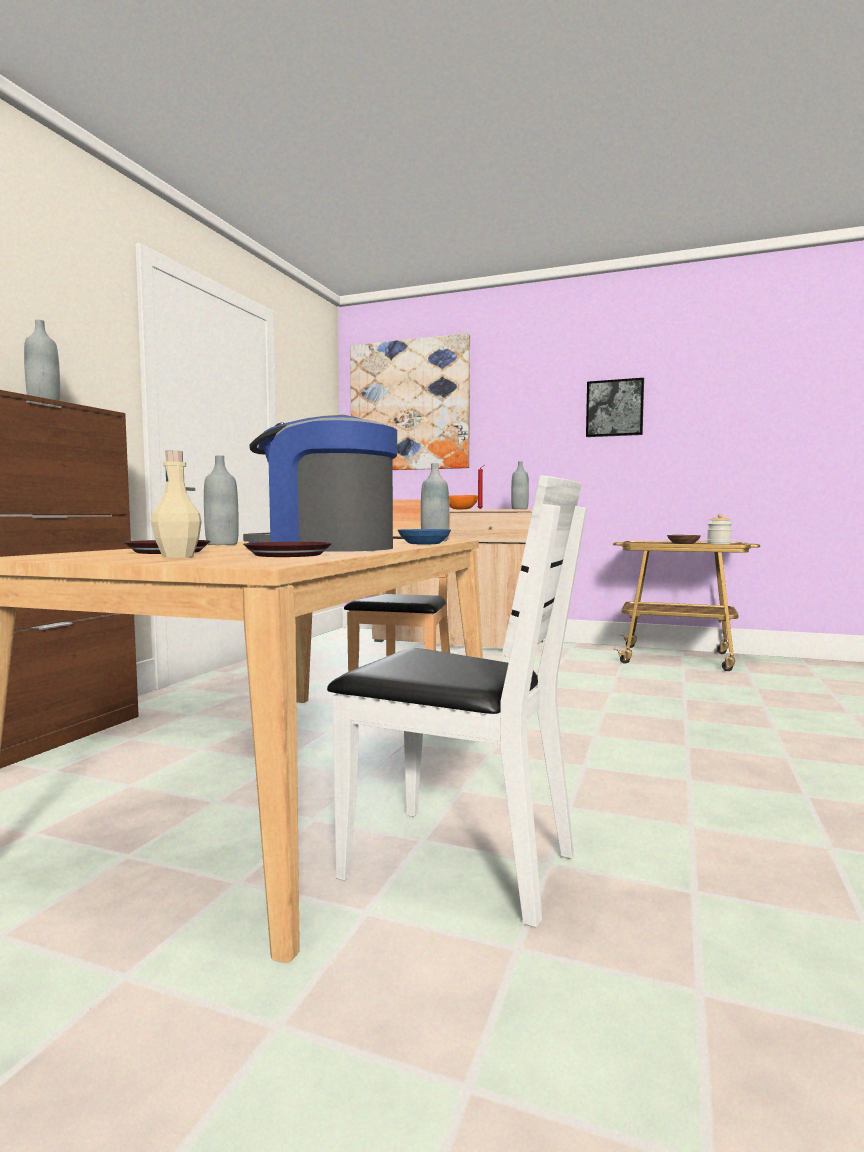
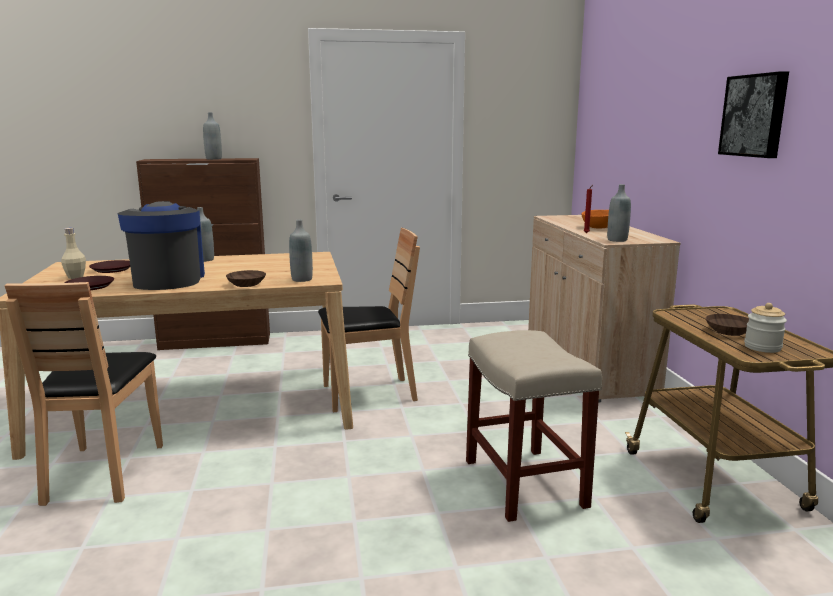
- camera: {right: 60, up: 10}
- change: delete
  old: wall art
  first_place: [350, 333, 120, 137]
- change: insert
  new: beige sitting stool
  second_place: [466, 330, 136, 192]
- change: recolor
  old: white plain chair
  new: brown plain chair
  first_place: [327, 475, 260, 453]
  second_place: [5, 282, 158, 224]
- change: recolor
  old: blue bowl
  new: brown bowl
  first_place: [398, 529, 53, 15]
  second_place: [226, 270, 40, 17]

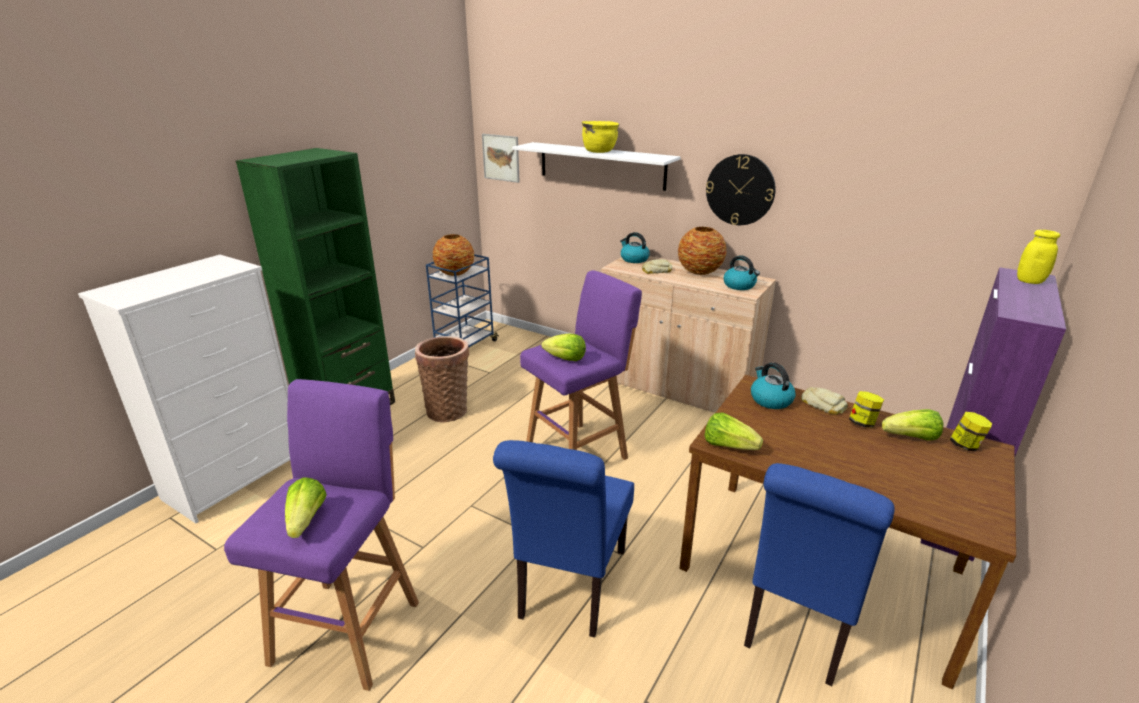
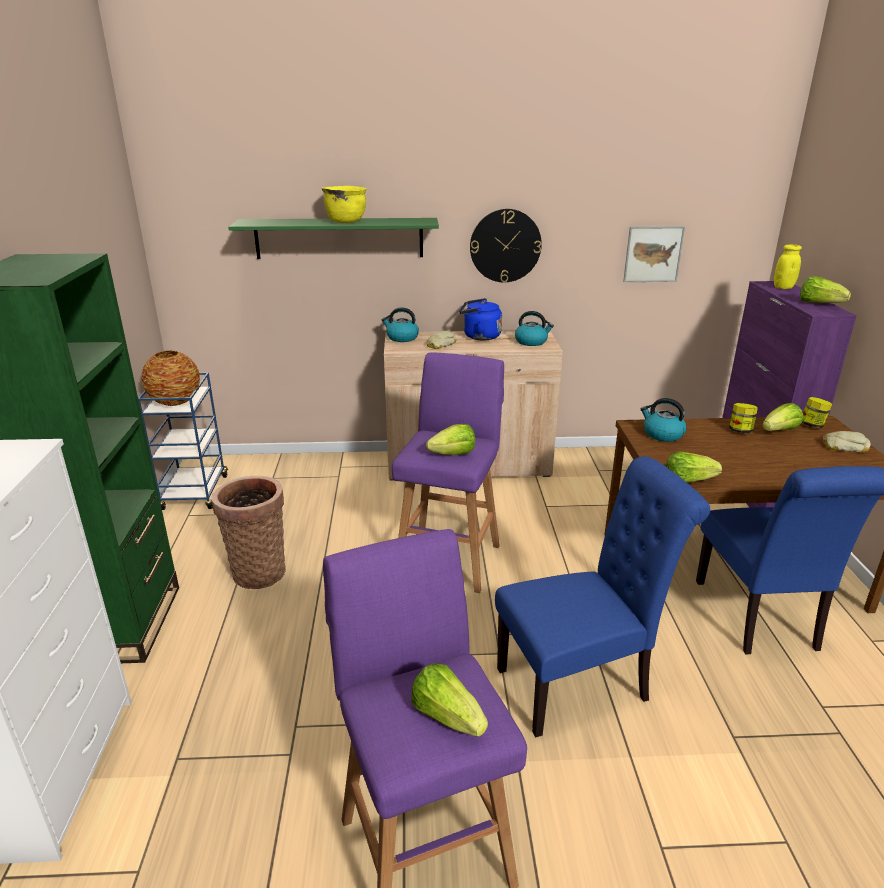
- camera: {right: -35, up: 0}
- change: insert
  new: lettuce head
  second_place: [800, 276, 51, 27]
- change: move
  old: wall art
  first_place: [482, 134, 38, 49]
  second_place: [623, 226, 62, 56]
- change: move
  old: baked bread
  first_place: [801, 387, 47, 28]
  second_place: [823, 431, 48, 21]
- change: replace
  old: decorative vase
  new: blue tea kettle
  first_place: [678, 227, 48, 48]
  second_place: [459, 298, 43, 42]
- change: recolor
  old: white shelf
  new: green-coloured shelf
  first_place: [512, 142, 169, 49]
  second_place: [228, 218, 211, 41]
- change: rotate
  old: blue plain chair
  first_place: [493, 440, 141, 198]
  second_place: [495, 456, 215, 282]
  degrees: -90

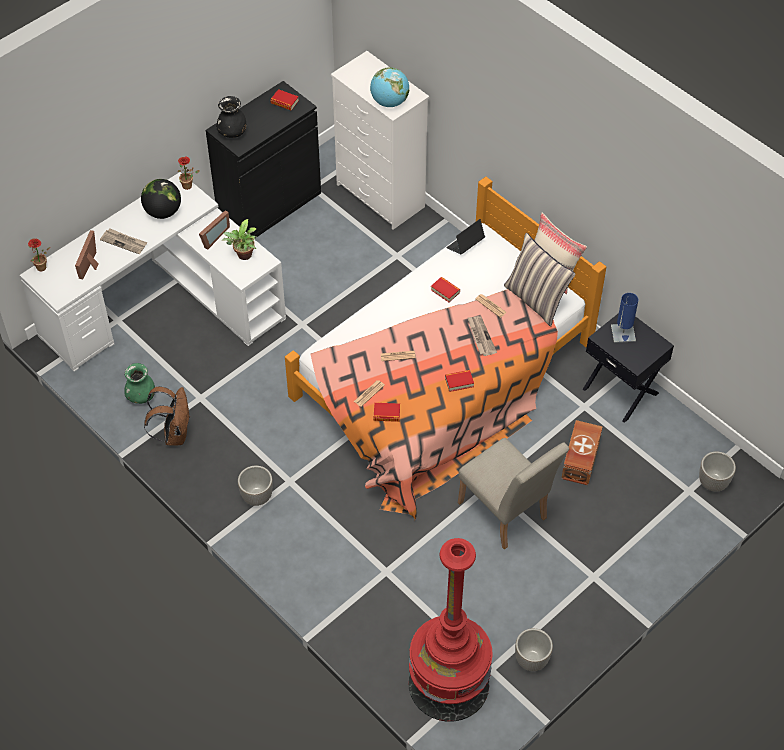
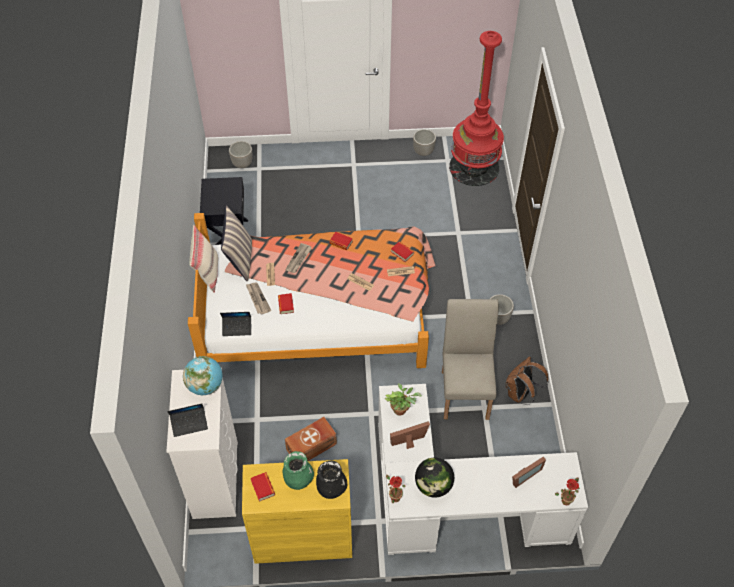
- camera: {right: -140, up: 0}
- change: delete
  old: blue table lamp
  first_place: [611, 293, 27, 50]
- change: insert
  new: portable computer
  second_place: [167, 404, 41, 33]
- change: move
  old: daily paper
  first_place: [100, 229, 47, 25]
  second_place: [246, 282, 25, 33]
- change: move
  old: green-coloured decorative vase
  first_place: [125, 363, 30, 41]
  second_place: [283, 451, 31, 39]
- change: move
  old: beige plain chair
  first_place: [458, 438, 111, 111]
  second_place: [442, 299, 57, 121]
- change: move
  old: brown storage container
  first_place: [561, 420, 42, 65]
  second_place: [285, 417, 52, 44]
- change: recolor
  old: black cabinet
  new: yellowish cabinet
  first_place: [206, 81, 115, 157]
  second_place: [242, 459, 110, 105]

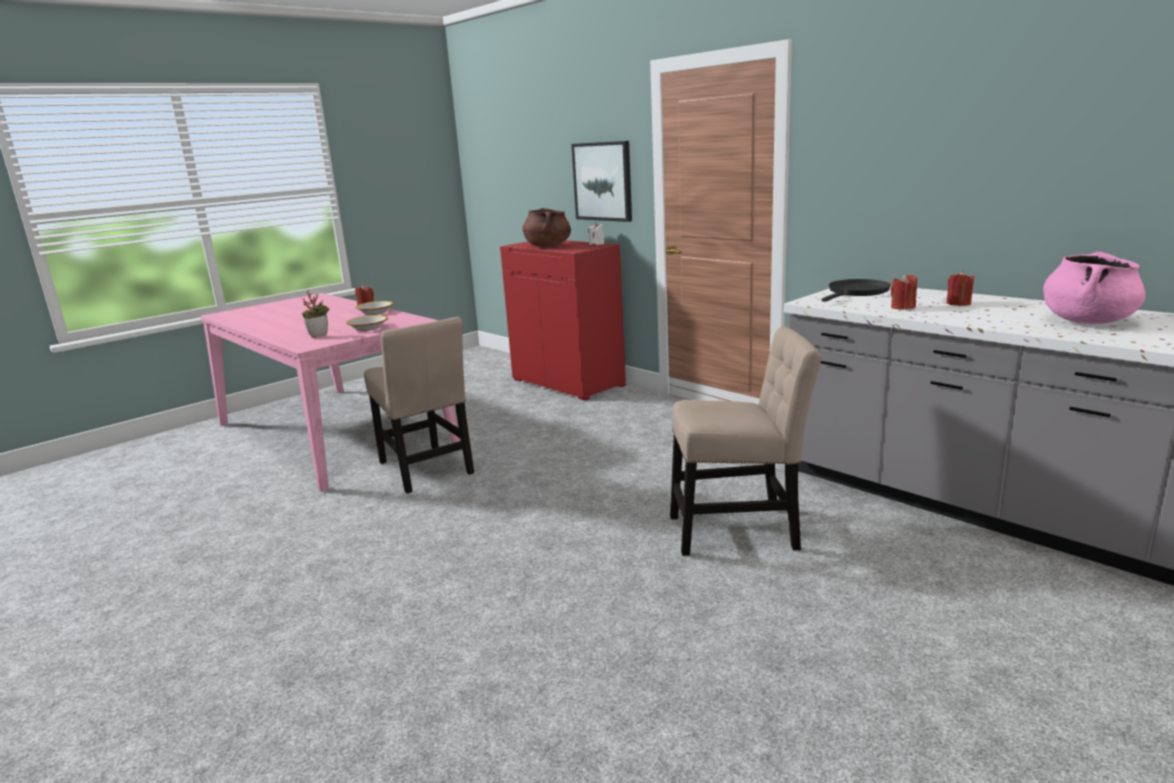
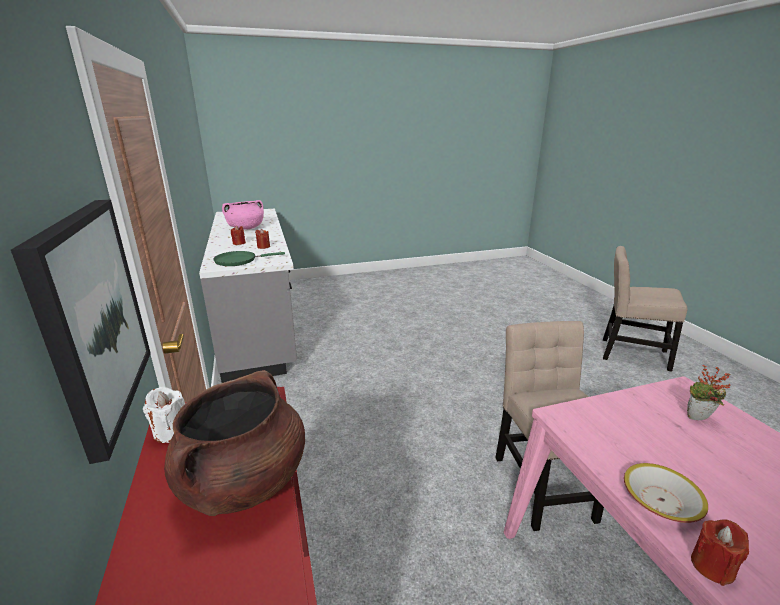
- camera: {right: -155, up: 5}
- change: delete
  old: bowl
  first_place: [346, 315, 42, 16]
- change: move
  old: beige plain chair
  first_place: [670, 326, 152, 230]
  second_place: [603, 246, 85, 126]
- change: recolor
  old: black pan
  new: green-coloured pan
  first_place: [821, 279, 70, 23]
  second_place: [213, 251, 72, 15]

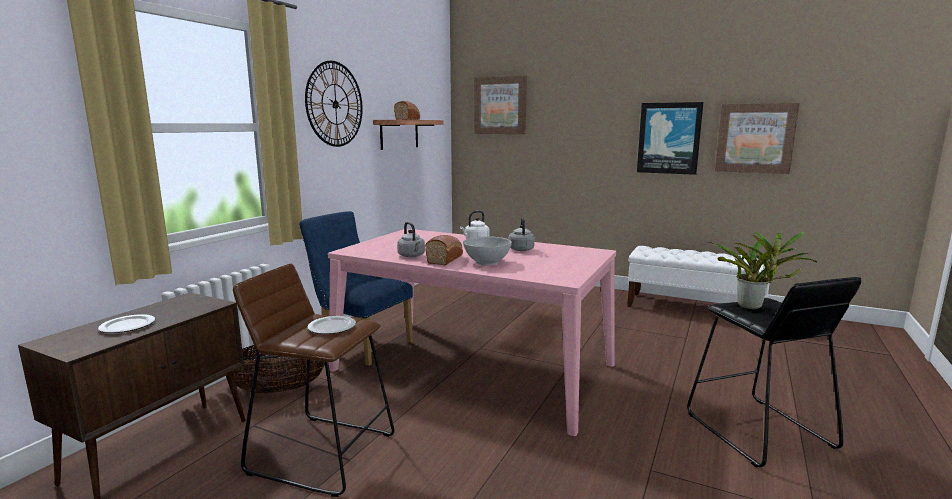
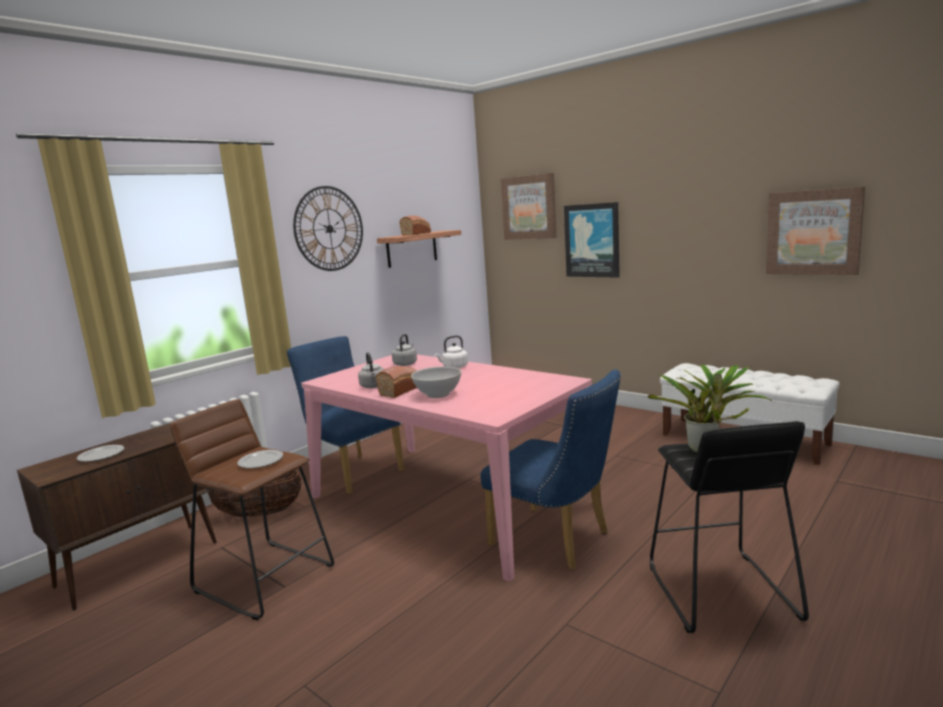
- camera: {right: 15, up: 0}
- change: insert
  new: blue plain chair
  second_place: [480, 370, 141, 199]
- change: move
  old: greyish tea kettle
  first_place: [508, 217, 27, 34]
  second_place: [392, 334, 25, 32]
- change: move
  old: wall art
  first_place: [637, 102, 66, 73]
  second_place: [564, 202, 56, 76]

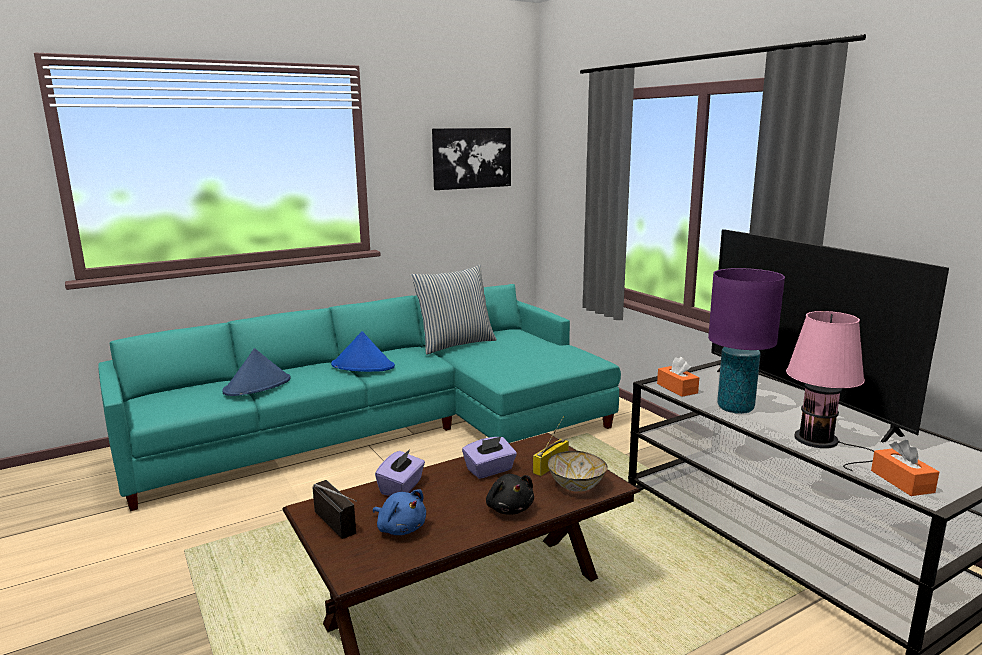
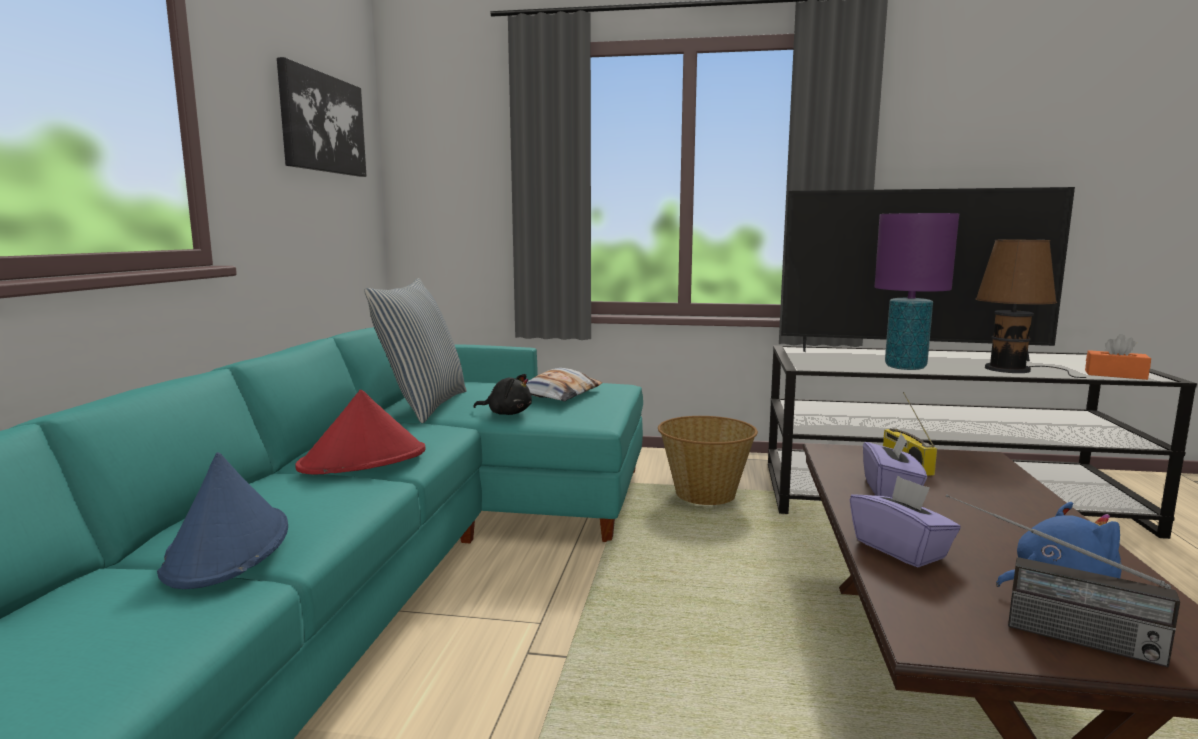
- camera: {right: -50, up: -5}
- change: delete
  old: bowl
  first_place: [548, 451, 60, 41]
- change: delete
  old: orange-coloured tissue box
  first_place: [657, 357, 42, 40]
- change: insert
  new: pillow
  second_place: [526, 368, 77, 33]
- change: insert
  new: storage basket
  second_place: [658, 416, 100, 89]
- change: move
  old: black cuddly toy
  first_place: [486, 474, 48, 41]
  second_place: [473, 374, 59, 41]
- change: recolor
  old: blue hat
  new: red-coloured hat
  first_place: [331, 331, 64, 41]
  second_place: [295, 390, 131, 84]
- change: recolor
  old: pinkish table lamp
  new: brown table lamp
  first_place: [786, 311, 88, 160]
  second_place: [975, 240, 111, 138]
- change: rotate
  old: radio
  first_place: [312, 480, 45, 59]
  second_place: [946, 494, 234, 173]
  degrees: -150

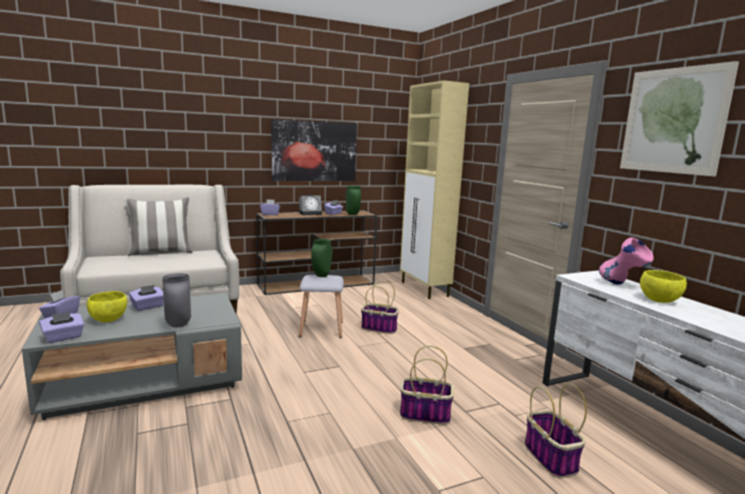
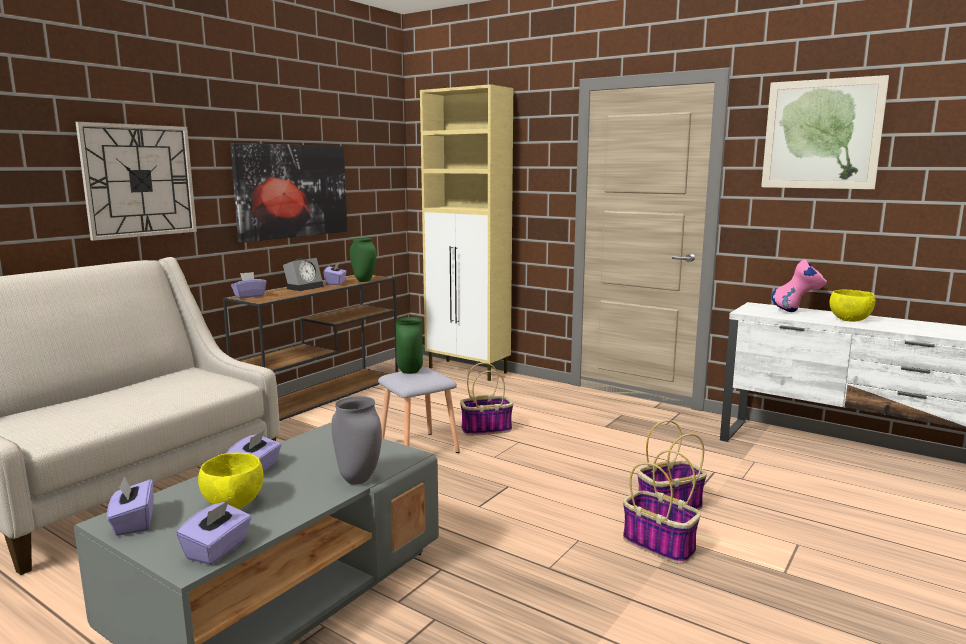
- camera: {right: -30, up: 0}
- change: delete
  old: pillow
  first_place: [125, 197, 68, 59]
- change: insert
  new: wall clock
  second_place: [75, 122, 122, 119]
- change: move
  old: storage basket
  first_place: [525, 383, 62, 95]
  second_place: [623, 450, 78, 114]

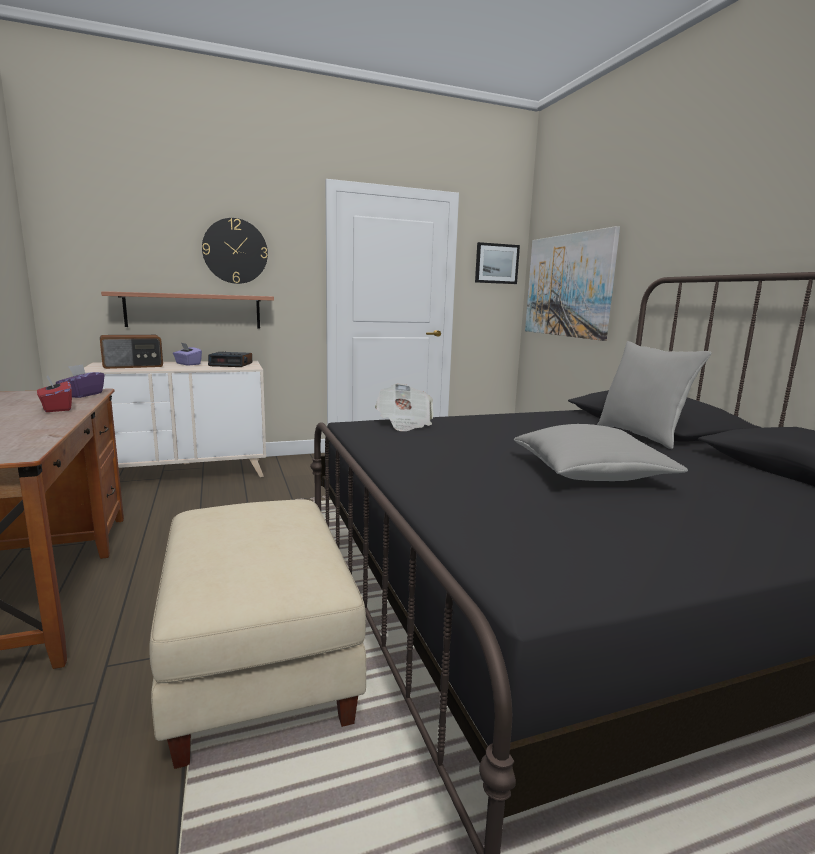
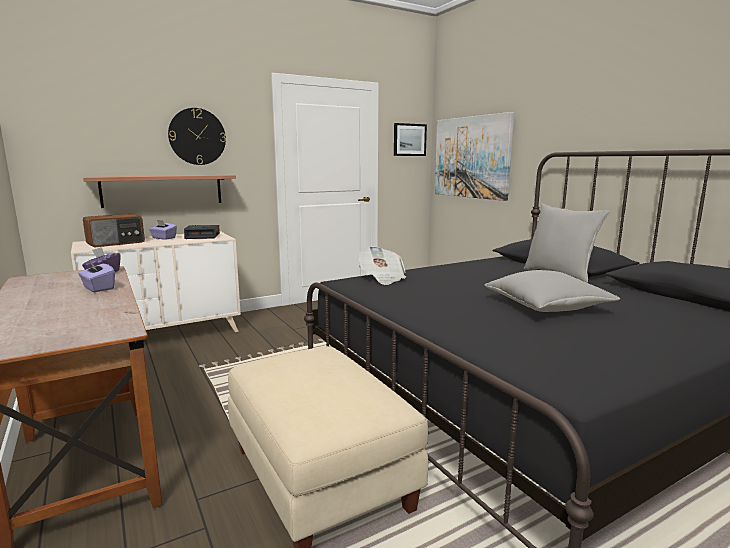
- camera: {right: -10, up: 0}
- change: recolor
  old: red-coloured tissue box
  new: purplish tissue box
  first_place: [37, 374, 35, 38]
  second_place: [78, 260, 37, 32]

